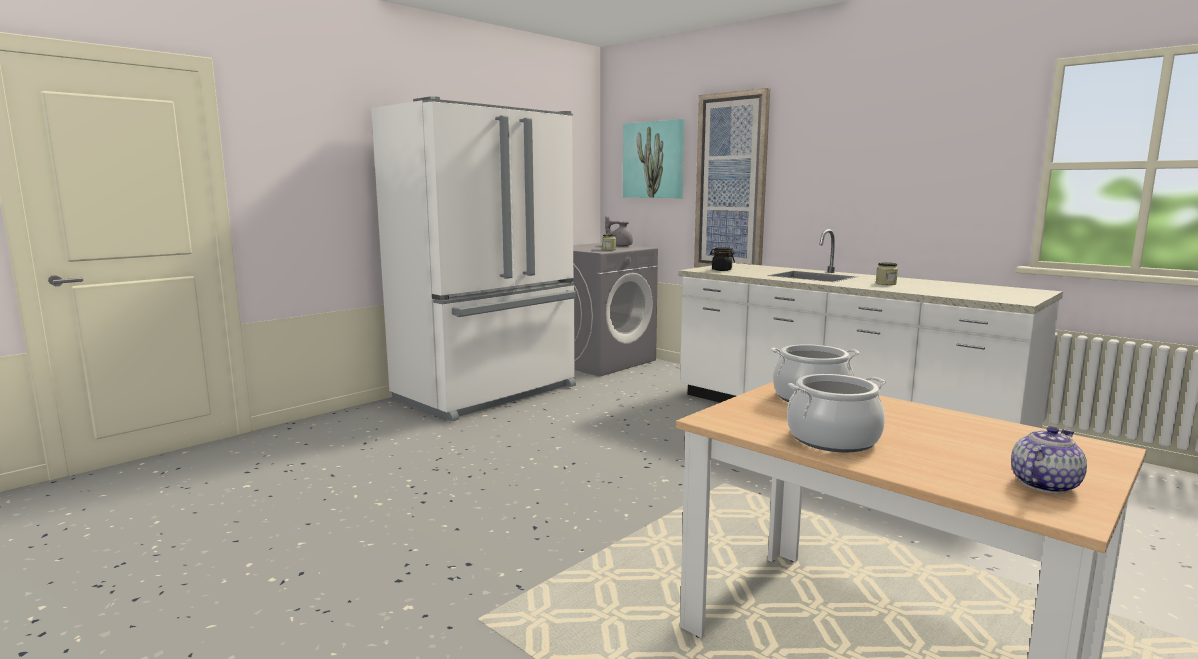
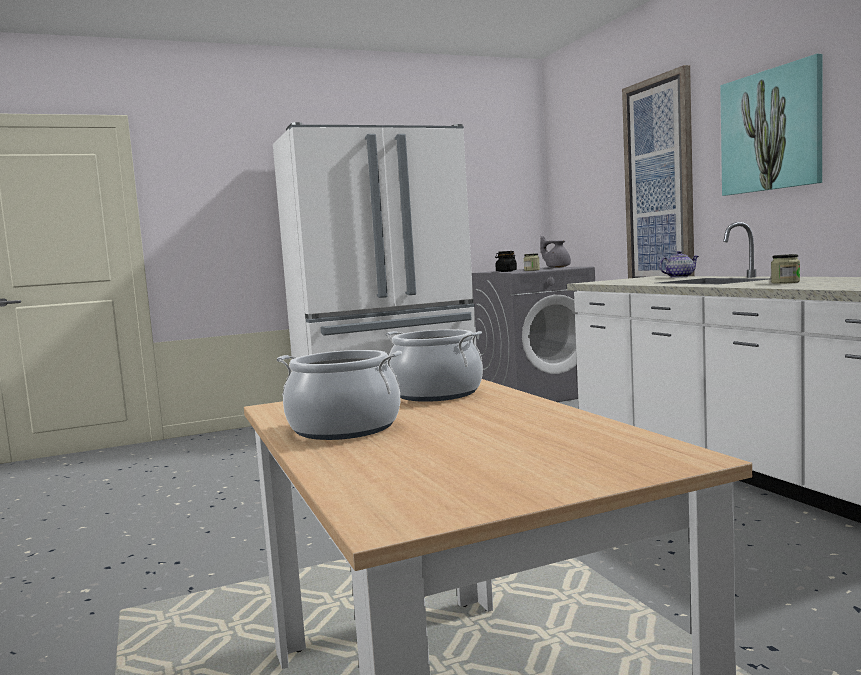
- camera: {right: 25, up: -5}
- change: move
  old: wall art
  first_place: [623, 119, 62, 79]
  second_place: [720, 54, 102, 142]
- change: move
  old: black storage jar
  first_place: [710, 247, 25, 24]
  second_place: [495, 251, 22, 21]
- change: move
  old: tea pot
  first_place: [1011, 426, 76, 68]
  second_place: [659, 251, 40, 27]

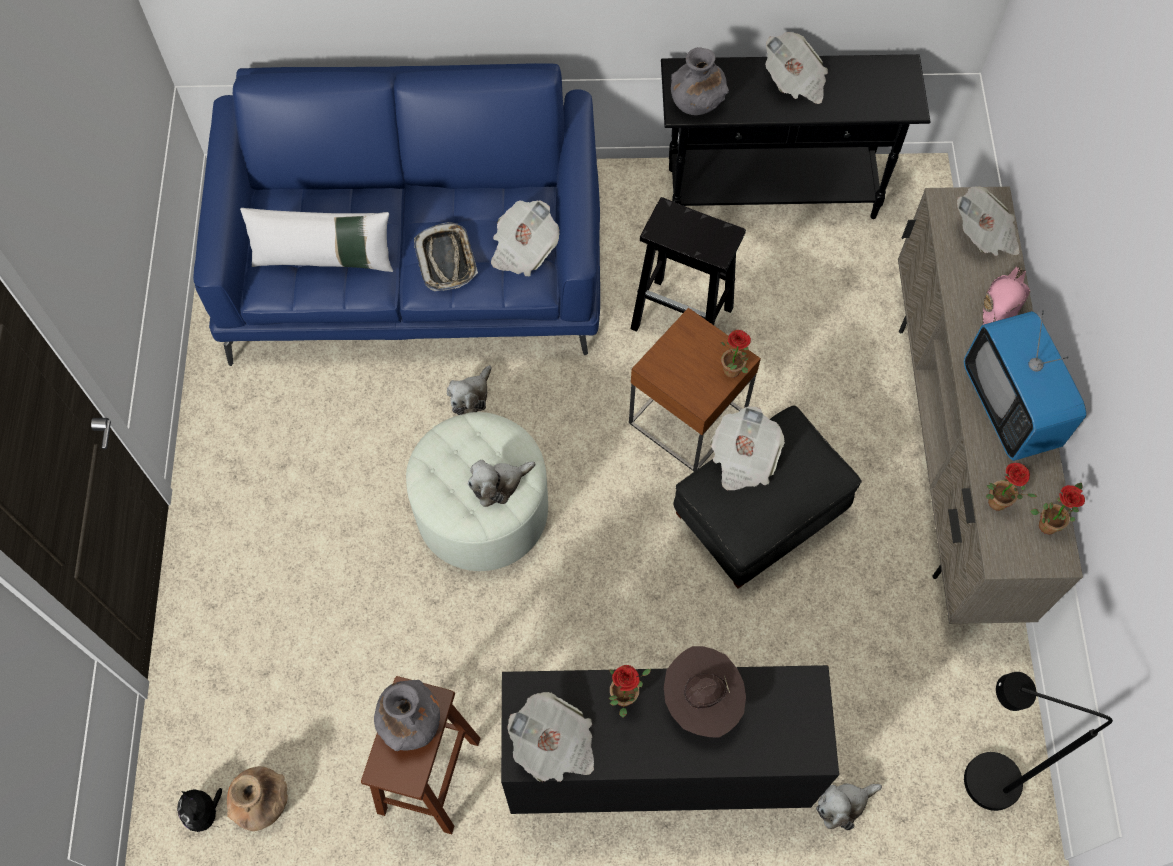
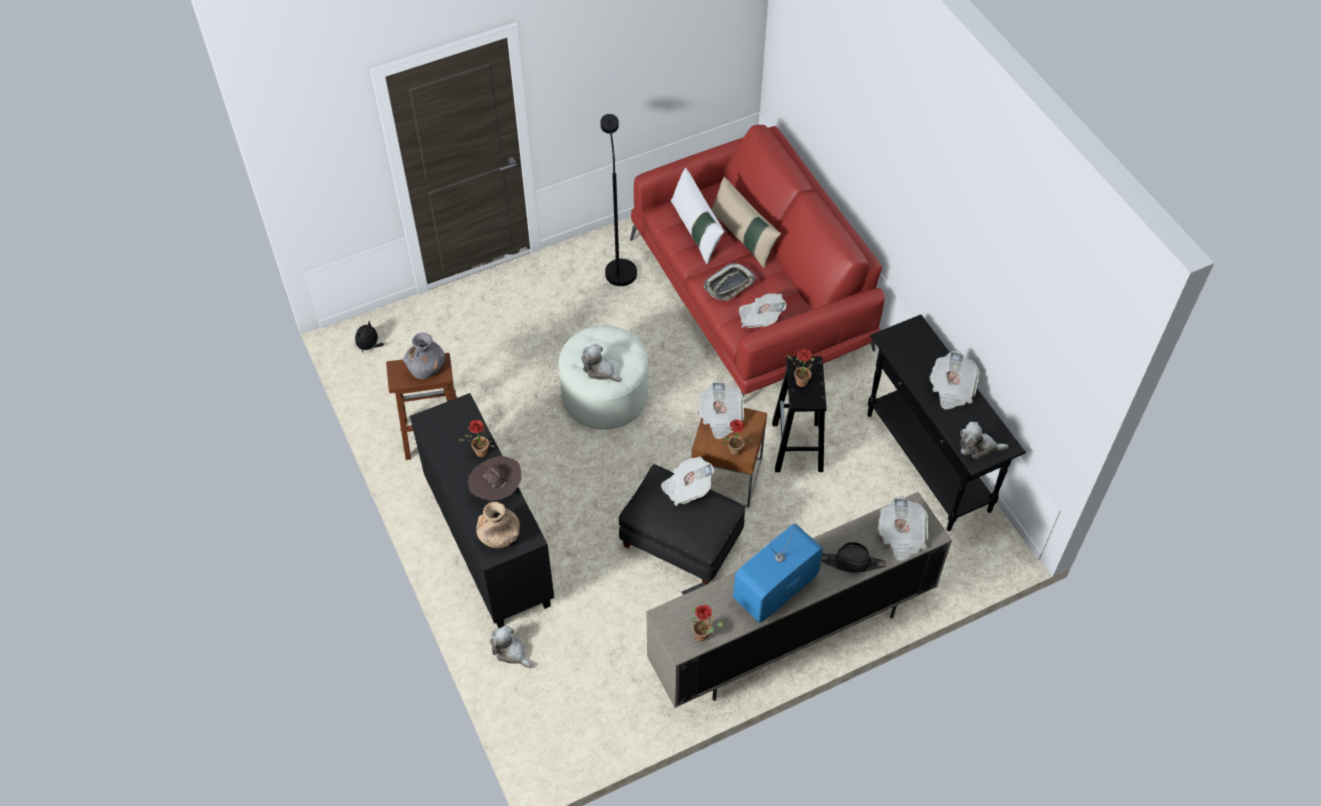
- camera: {right: 65, up: -10}
- change: delete
  old: greyish decorative vase
  first_place: [671, 47, 58, 68]
- change: insert
  new: beige pillow
  second_place: [711, 177, 70, 92]
- change: move
  old: brown decorative vase
  first_place: [227, 766, 61, 65]
  second_place: [476, 502, 44, 46]
- change: move
  old: cuddly toy
  first_place: [447, 365, 45, 50]
  second_place: [960, 422, 49, 37]
- change: move
  old: daily paper
  first_place: [508, 692, 86, 90]
  second_place: [698, 381, 46, 58]
- change: move
  old: black standard lamp
  first_place: [964, 672, 149, 139]
  second_place: [600, 114, 37, 172]
- change: move
  old: houseplant
  first_place: [986, 463, 52, 48]
  second_place: [787, 349, 28, 38]
- change: recolor
  old: blue settee
  new: red-coloured settee
  first_place: [193, 63, 407, 303]
  second_place: [630, 125, 255, 272]
- change: recolor
  old: pinkish hat
  new: black hat
  first_place: [982, 267, 48, 58]
  second_place: [821, 542, 65, 31]

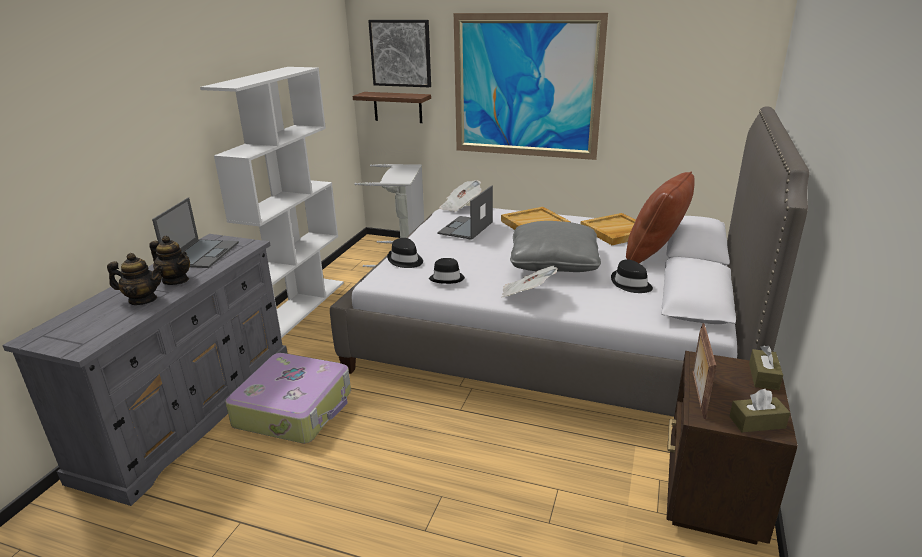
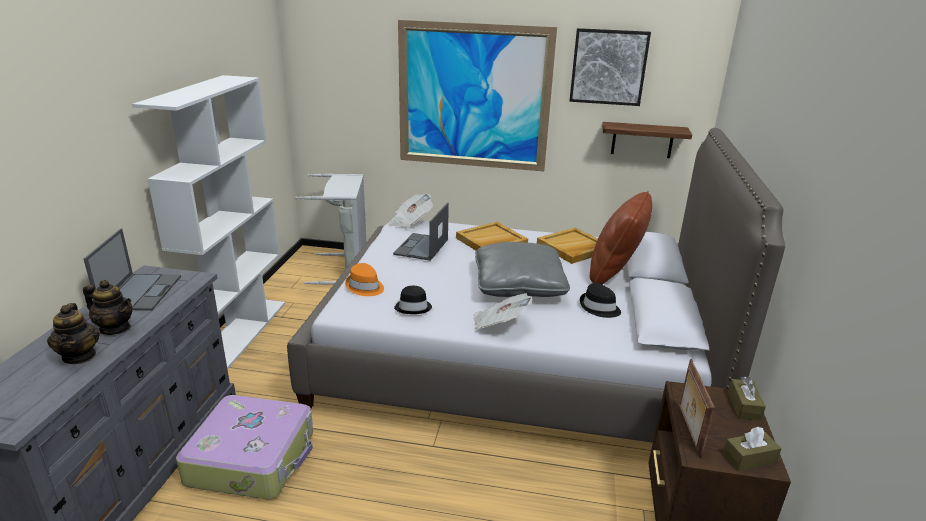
- camera: {right: -10, up: 0}
- change: move
  old: shelf
  first_place: [353, 92, 78, 31]
  second_place: [602, 122, 90, 36]
- change: move
  old: wall art
  first_place: [368, 20, 63, 67]
  second_place: [569, 28, 82, 78]
- change: recolor
  old: black hat
  new: orange-coloured hat
  first_place: [387, 238, 36, 30]
  second_place: [345, 263, 39, 33]
- change: rotate
  old: tea pot
  first_place: [107, 253, 55, 52]
  second_place: [47, 303, 53, 61]
  degrees: 75

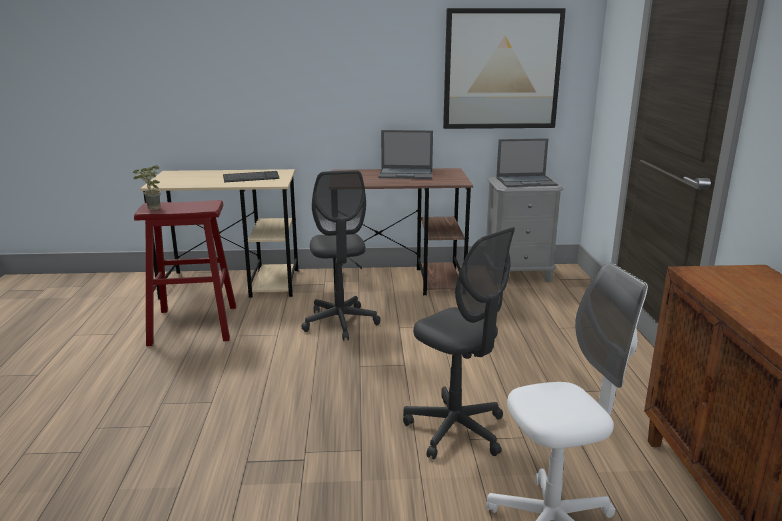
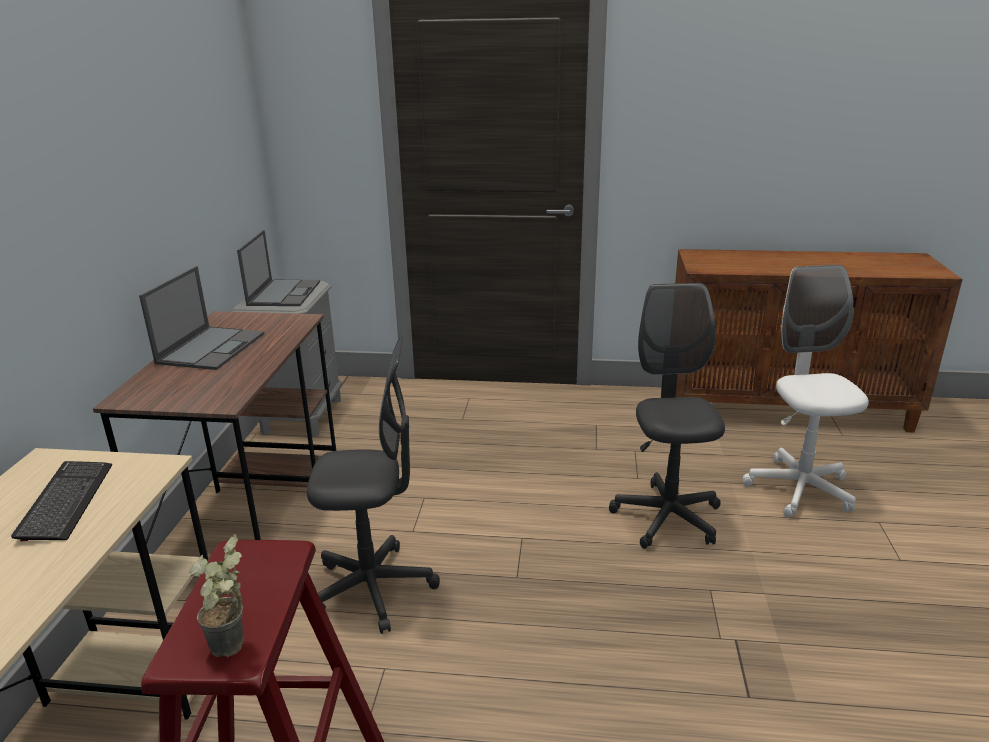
- camera: {right: -80, up: 5}
- change: delete
  old: wall art
  first_place: [443, 8, 123, 121]
- change: rotate
  old: greyish desk chair
  first_place: [403, 227, 112, 233]
  second_place: [609, 283, 116, 266]
  degrees: -60

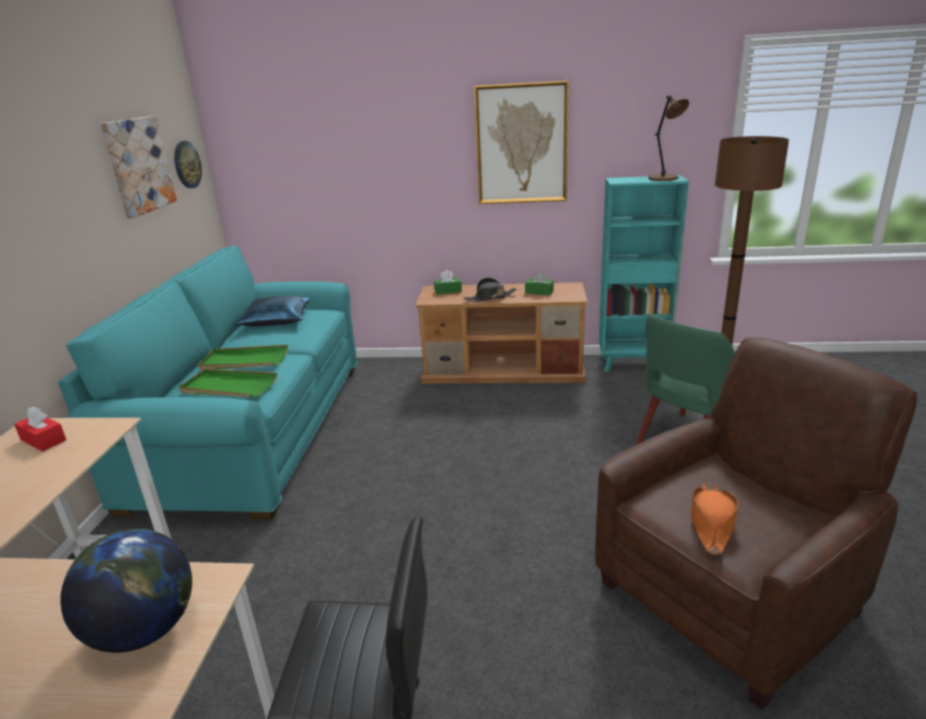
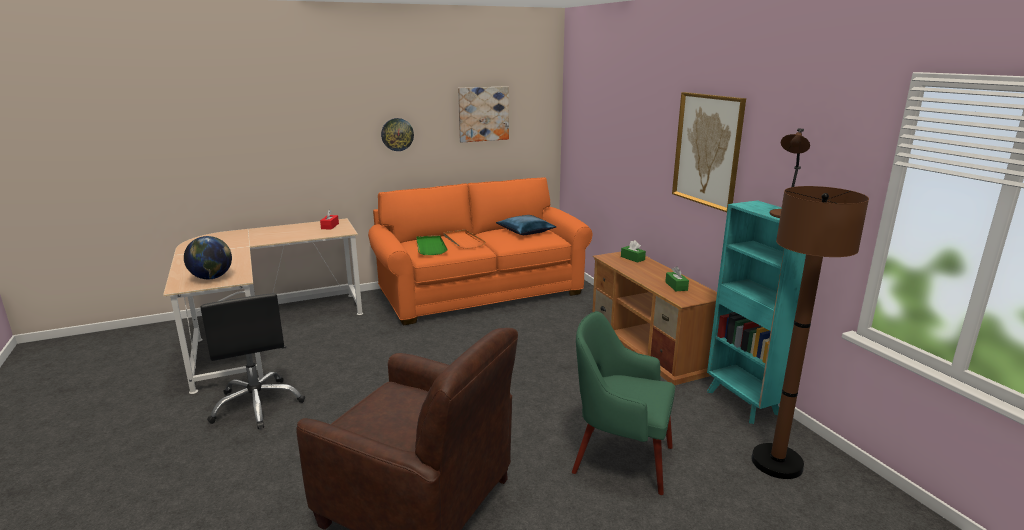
- camera: {right: 60, up: -5}
- change: delete
  old: black hat
  first_place: [463, 277, 53, 25]
- change: delete
  old: orange-coloured hat
  first_place: [691, 483, 48, 71]
- change: move
  old: wall clock
  first_place: [174, 141, 28, 47]
  second_place: [381, 118, 33, 33]
- change: recolor
  old: turquoise settee
  new: orange-coloured settee
  first_place: [58, 245, 300, 274]
  second_place: [368, 177, 224, 148]
- change: recolor
  old: green-coloured serving tray
  new: orange-coloured serving tray
  first_place: [198, 345, 90, 26]
  second_place: [444, 230, 42, 19]

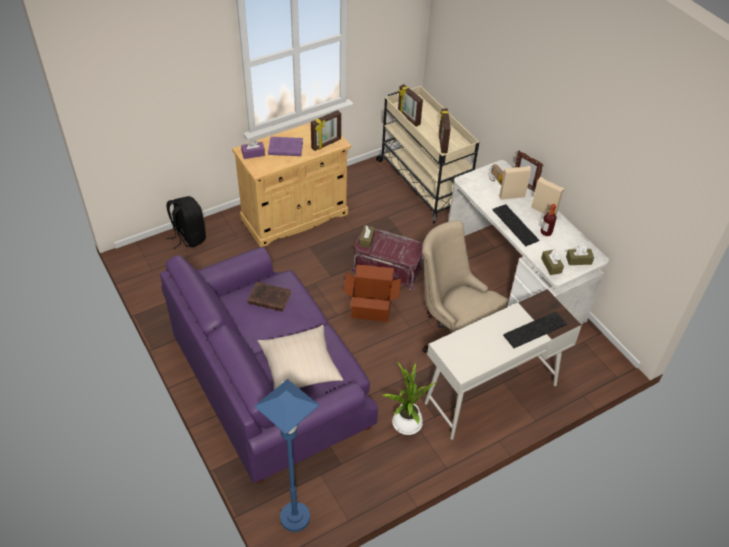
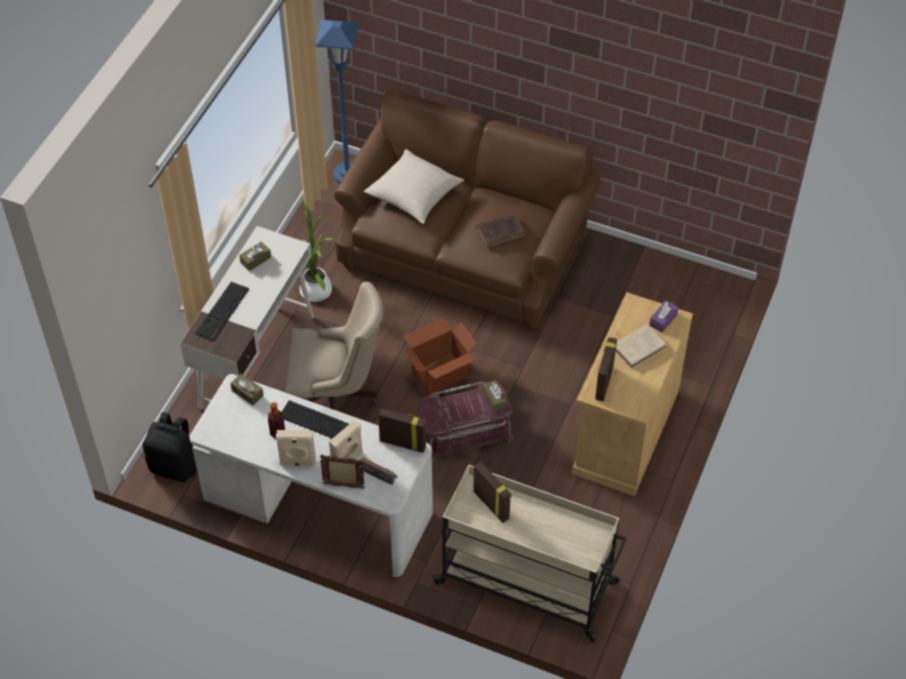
- camera: {right: 145, up: 5}
- change: move
  old: black knapsack
  first_place: [166, 196, 40, 53]
  second_place: [143, 412, 54, 70]
- change: move
  old: picture frame
  first_place: [398, 84, 25, 43]
  second_place: [378, 408, 48, 45]
- change: move
  old: brown tissue box
  first_place: [566, 246, 28, 19]
  second_place: [239, 241, 32, 30]
- change: recolor
  old: purplish settee
  new: brown settee
  first_place: [160, 247, 218, 236]
  second_place: [334, 89, 267, 241]
- change: recolor
  old: purplish book
  new: beige book
  first_place: [268, 137, 35, 19]
  second_place: [616, 324, 51, 45]

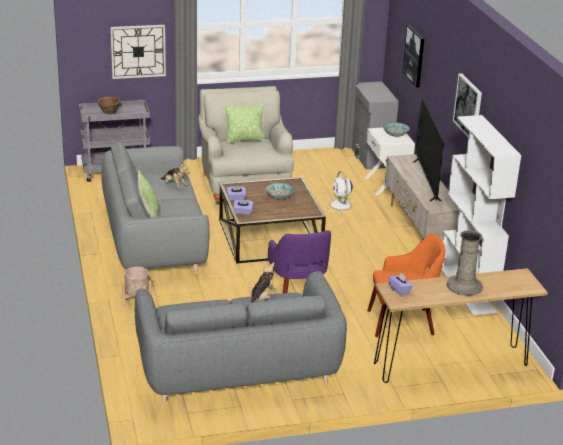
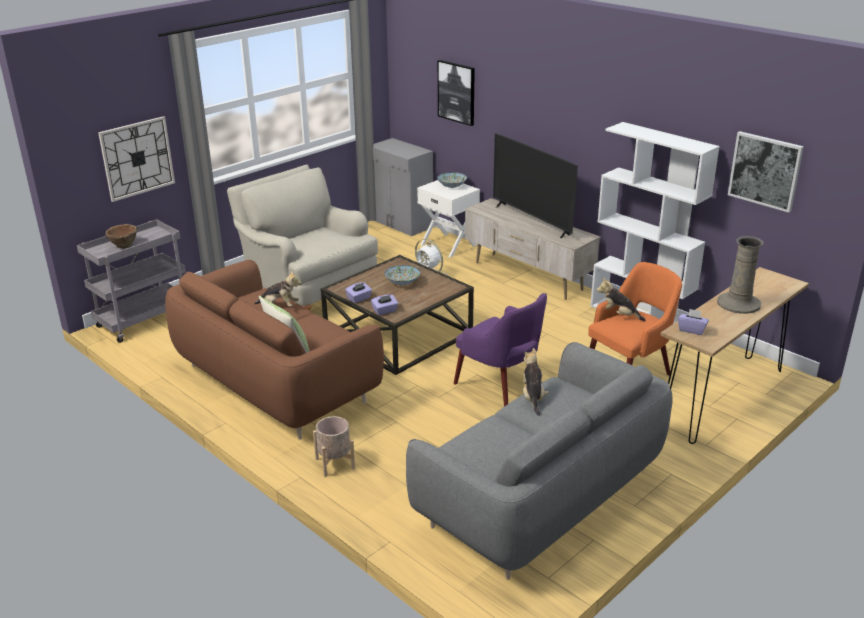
- camera: {right: -30, up: 0}
- change: delete
  old: pillow
  first_place: [225, 104, 40, 40]
- change: insert
  new: cuddly toy
  second_place: [596, 277, 49, 44]
- change: move
  old: wall art
  first_place: [453, 73, 29, 64]
  second_place: [728, 131, 76, 81]
- change: recolor
  old: greyish settee
  new: brown settee
  first_place: [101, 142, 108, 132]
  second_place: [165, 260, 219, 180]

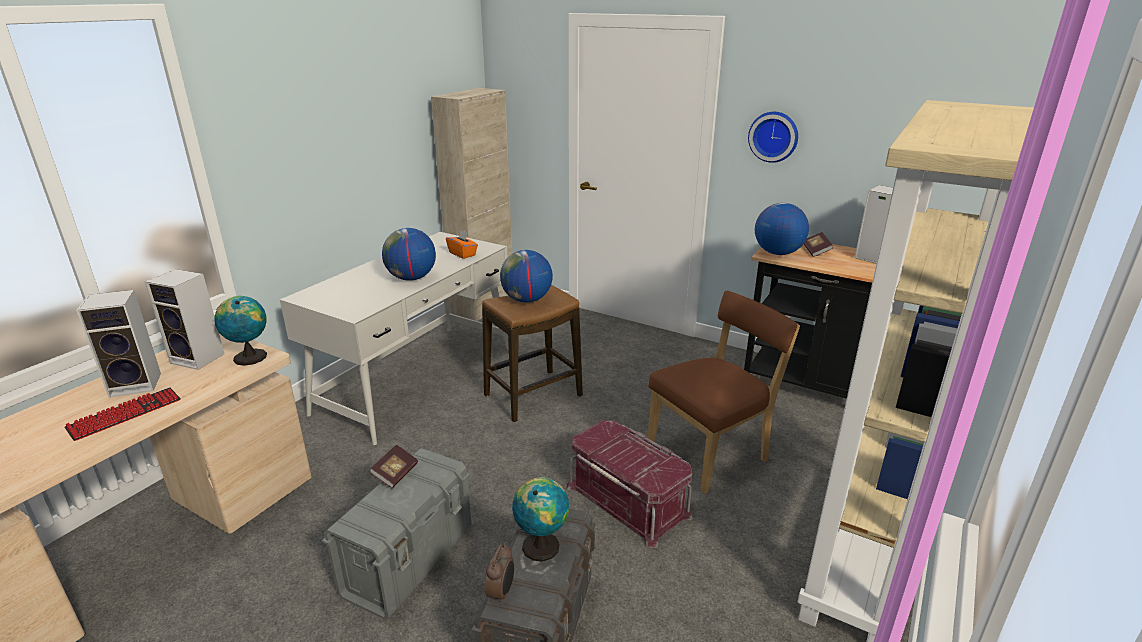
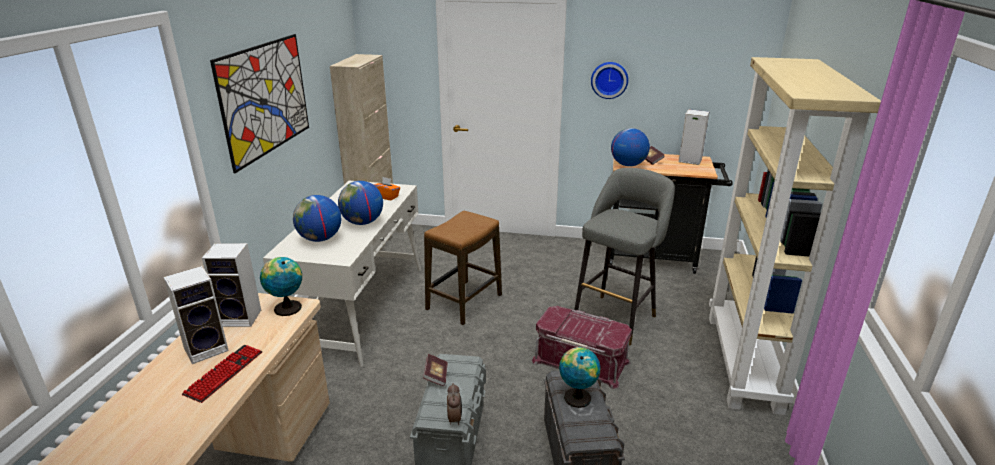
- camera: {right: -20, up: 0}
- change: insert
  new: wall art
  second_place: [210, 34, 99, 139]
- change: move
  old: bedside clock
  first_place: [485, 543, 29, 62]
  second_place: [447, 383, 15, 42]
- change: move
  old: globe
  first_place: [500, 250, 53, 53]
  second_place: [293, 195, 48, 47]
- change: replace
  old: brown plain chair
  new: greyish sitting stool
  first_place: [648, 291, 152, 203]
  second_place: [574, 168, 101, 177]

